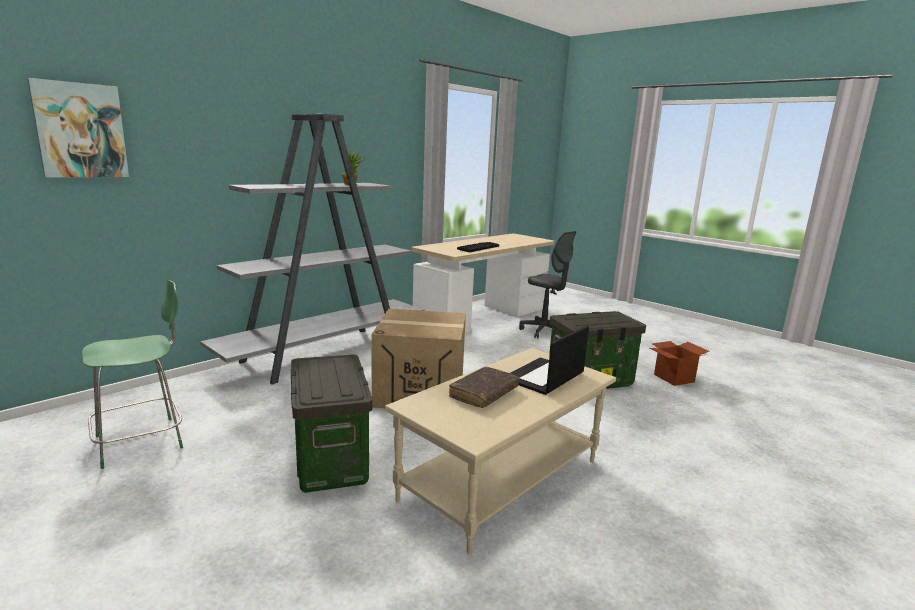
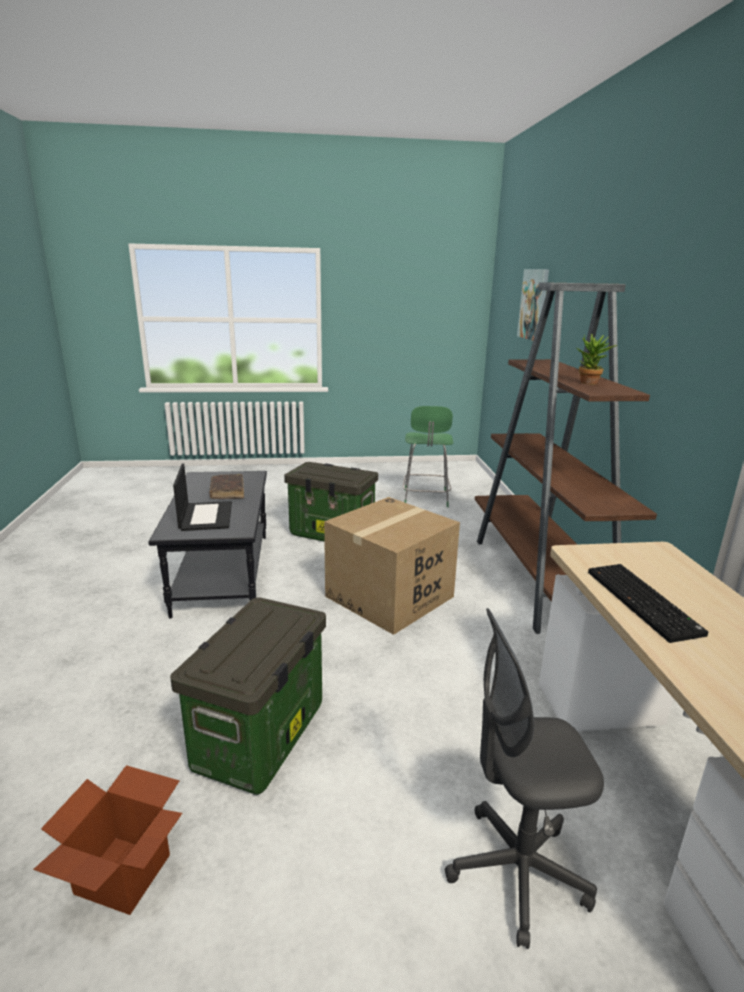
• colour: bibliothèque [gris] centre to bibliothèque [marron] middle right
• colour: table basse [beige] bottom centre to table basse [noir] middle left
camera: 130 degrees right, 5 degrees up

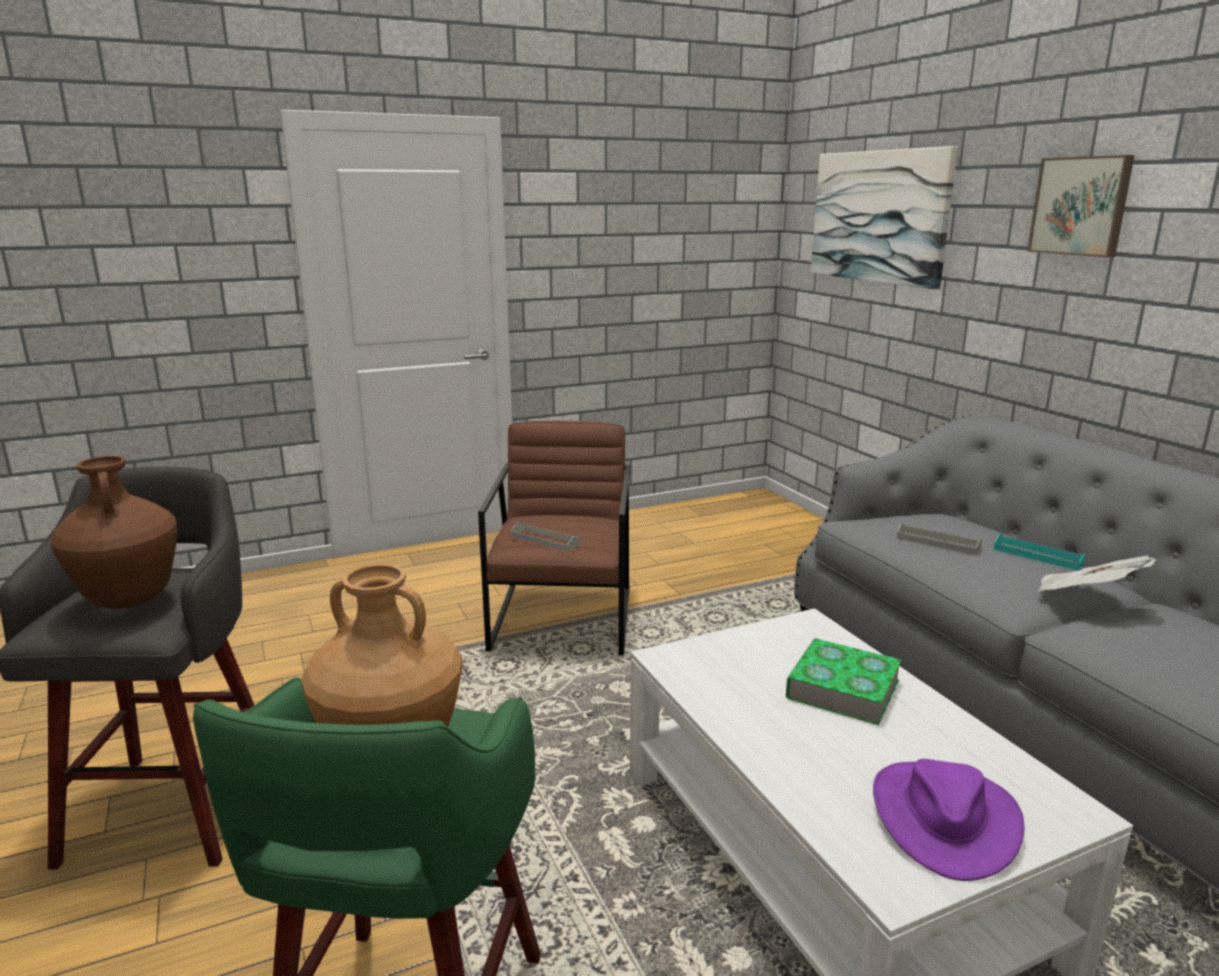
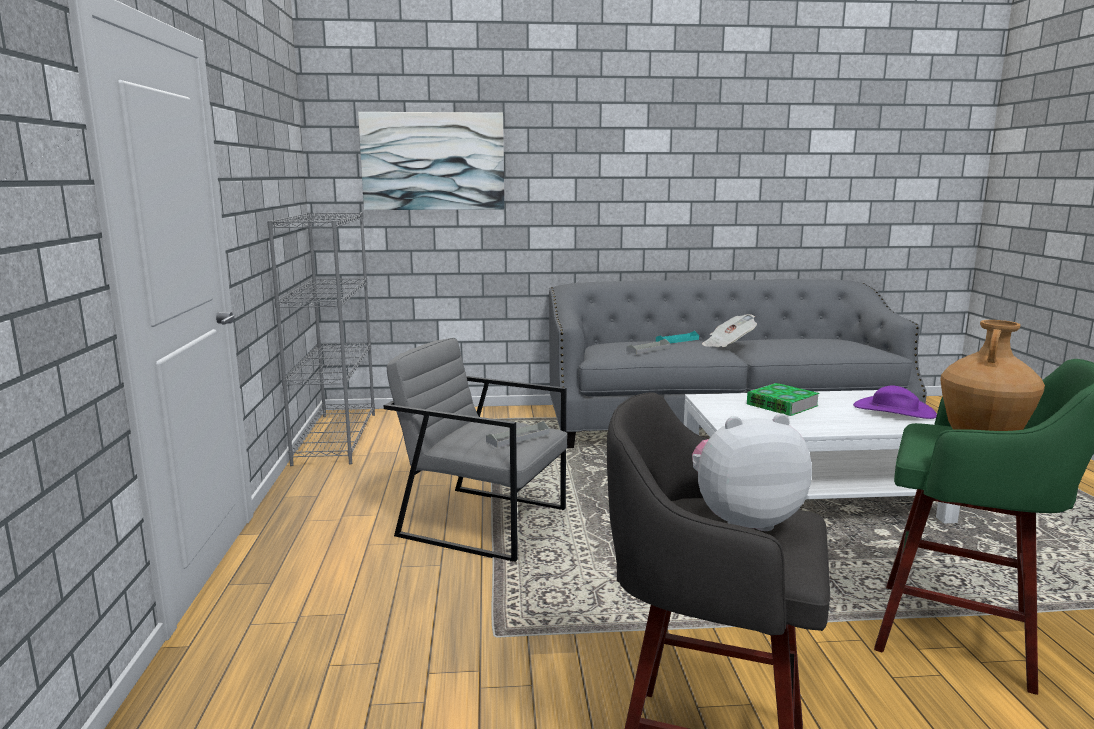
• missing: tableau (no. 2 from left) top right
• appeared: bibliothèque [gris] middle left
• exchanged: vase [marron] (no. 1 from left) middle left to peluche middle right
• colour: fauteuil [marron] centre to fauteuil [gris] centre
camera: 70 degrees left, 5 degrees down

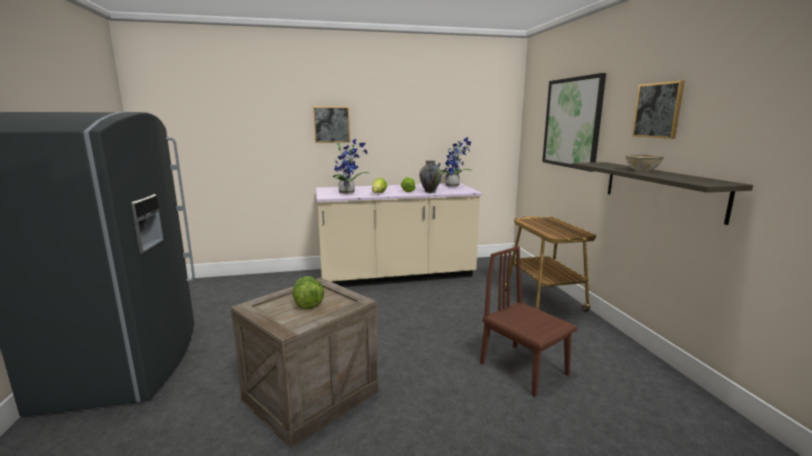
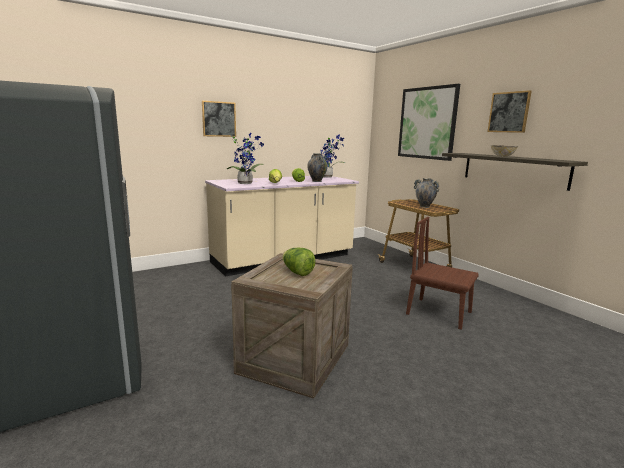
• appeared: vase (no. 2 from left) middle right
camera: 20 degrees left, 0 degrees up

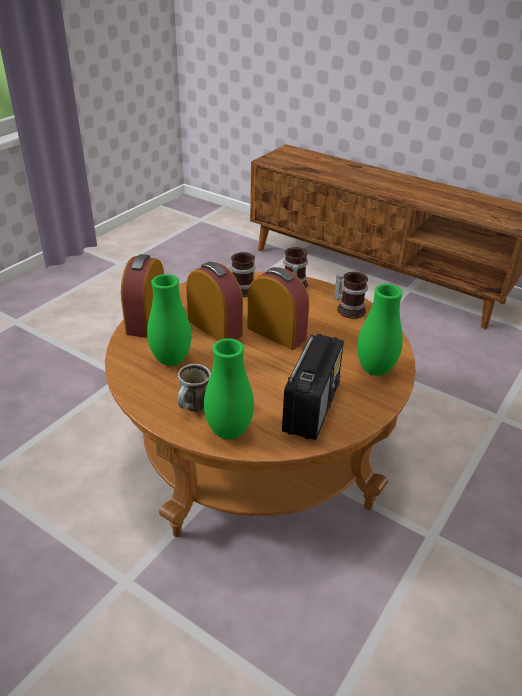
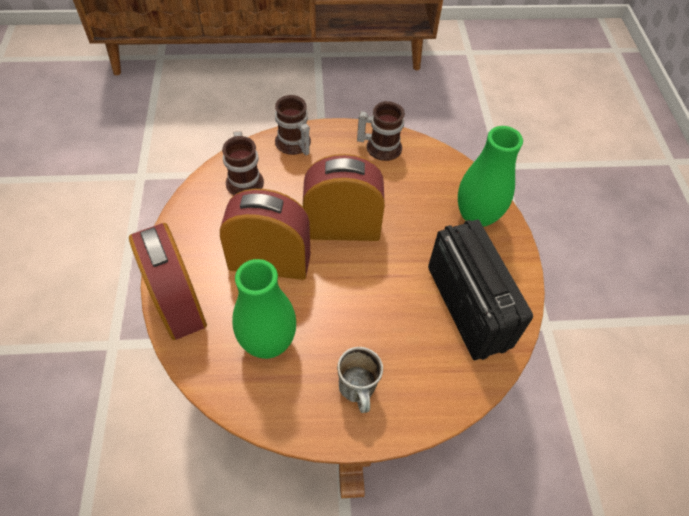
• missing: vase [vert] (no. 2 from left) centre
camera: 40 degrees left, 20 degrees up

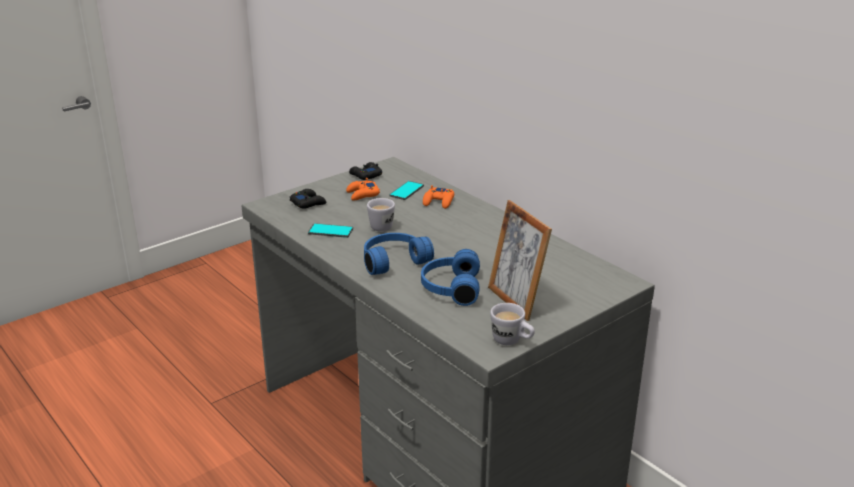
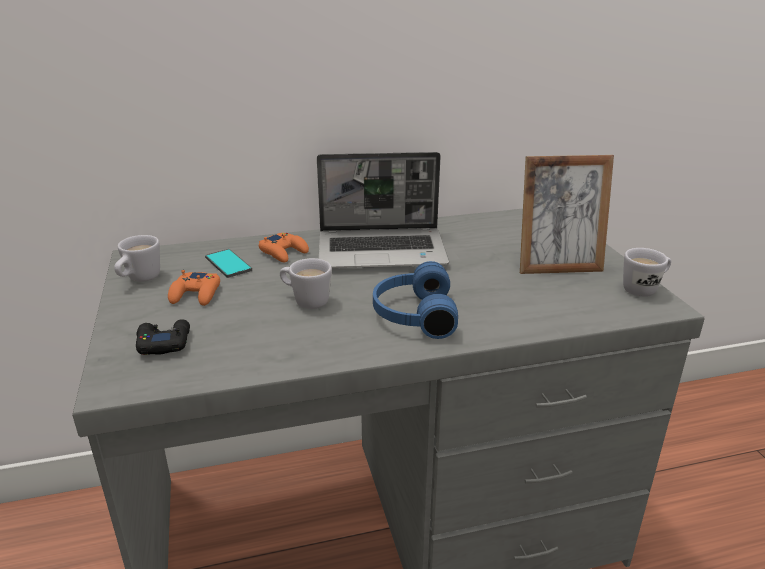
• missing: téléphone (no. 1 from left) centre
• missing: casque audio [bleu] (no. 2 from left) centre
• appeared: ordinateur portable centre
• exchanged: manette [noir] (no. 2 from left) centre to mug [blanc] (no. 1 from left) middle left
camera: 65 degrees left, 0 degrees up

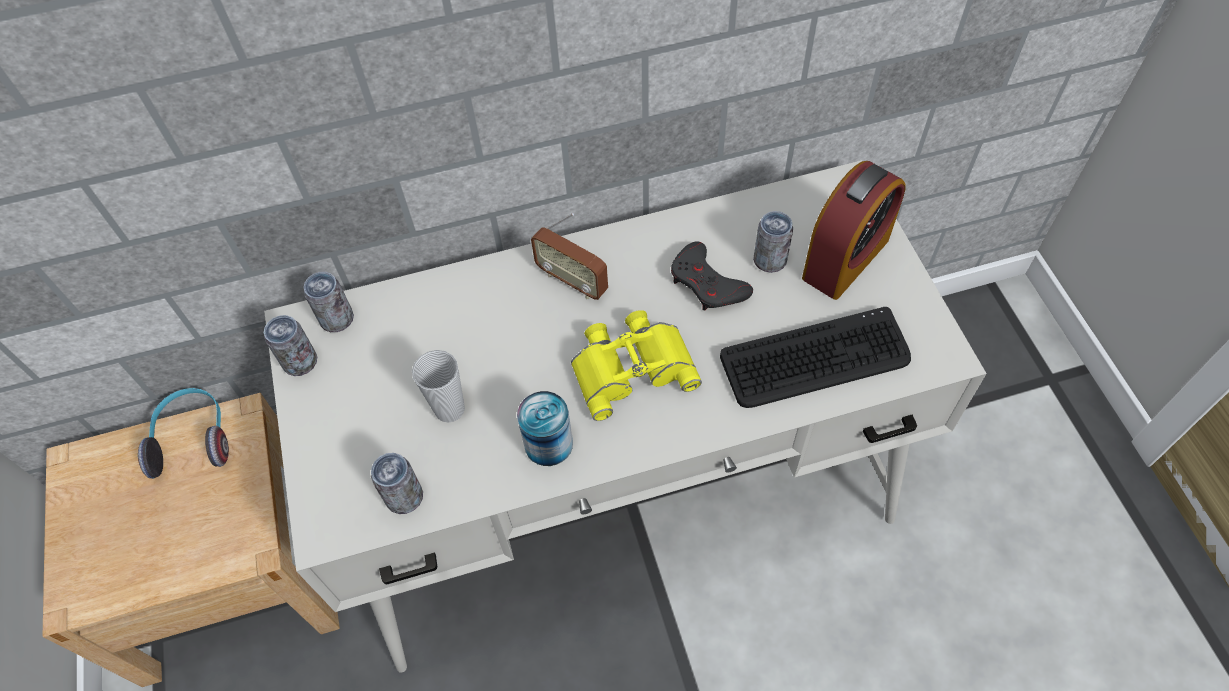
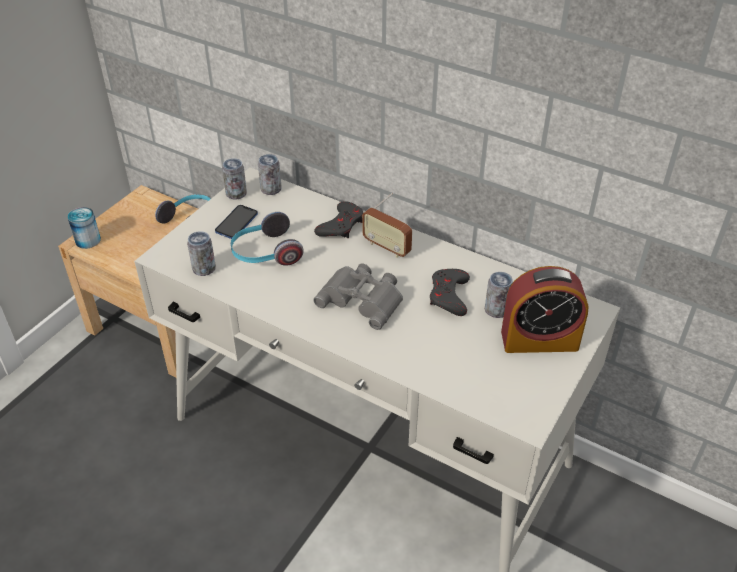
• missing: clavier centre
• appeared: téléphone middle left
• appeared: manette [gris] (no. 1 from left) centre
• relocated: boîte métallique (no. 4 from left in the first image) centre to boîte métallique (no. 1 from left) middle left
• exchanged: tasse centre to casque audio (no. 2 from left) centre
• colour: jumelles [jaune] centre to jumelles [gris] centre
• spun: radio centre = centre 45 degrees counterclockwise
camera: 45 degrees right, 15 degrees down

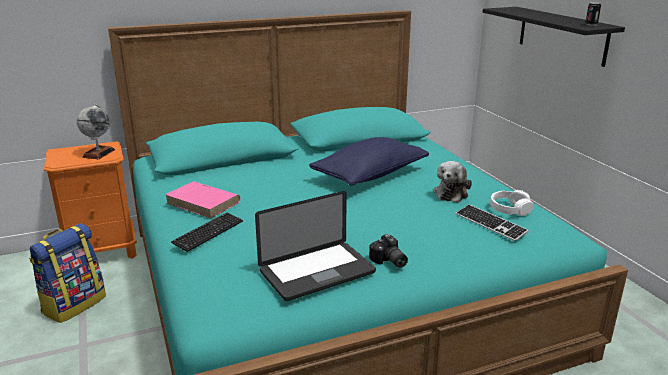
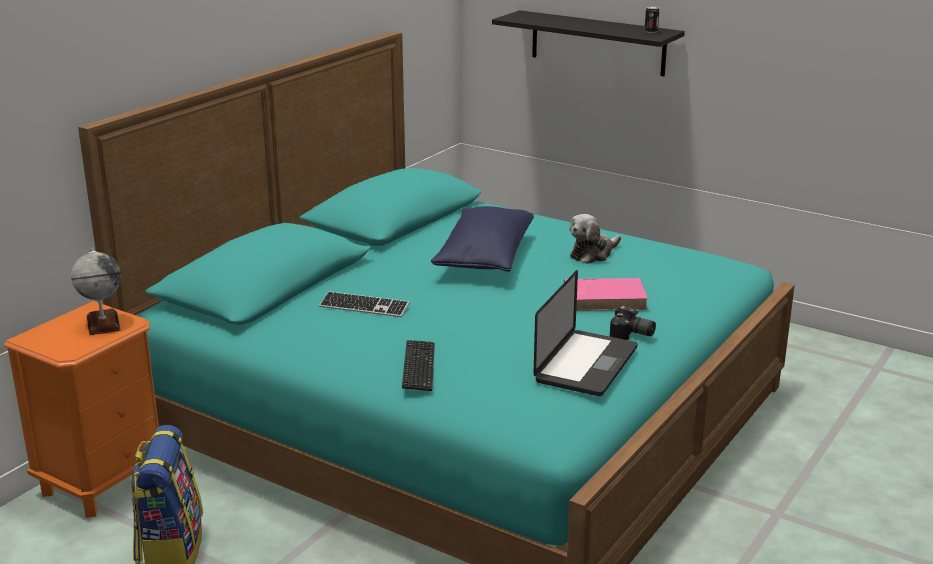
• missing: casque audio [blanc] middle right
• relocated: livre [rose] middle left to centre
• relocated: clavier (no. 2 from left in the first image) middle right to clavier (no. 1 from left) centre
• spun: peluche middle right = centre 60 degrees clockwise
camera: 35 degrees left, 0 degrees up

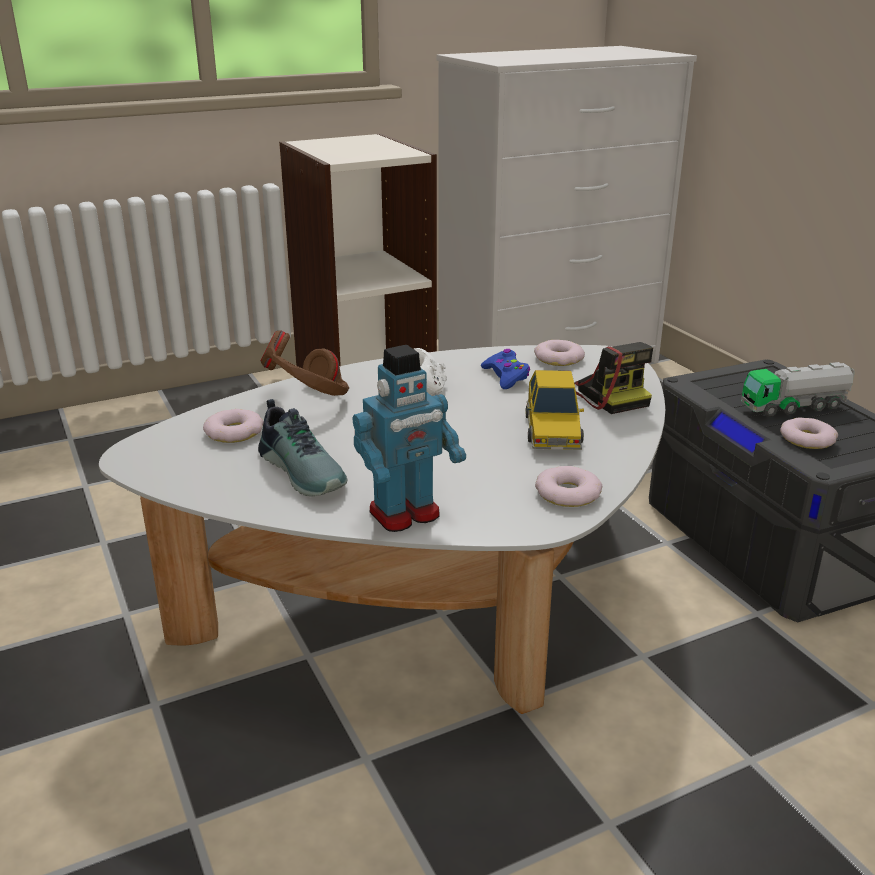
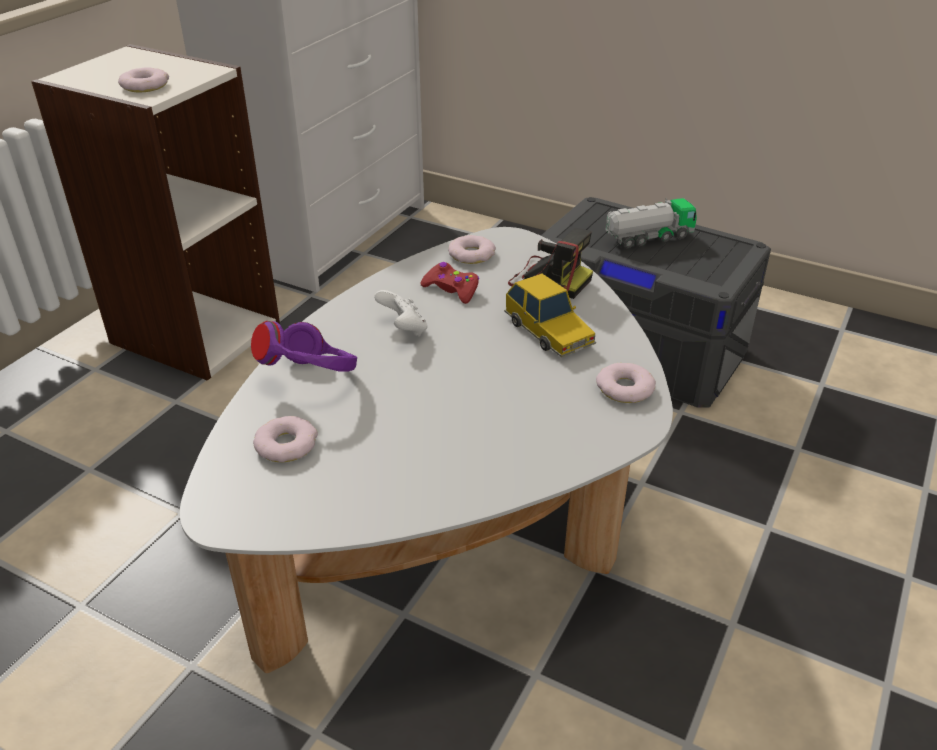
• missing: chaussure centre
• missing: robot jouet centre
• relocated: beignet (no. 4 from left in the first image) middle right to beignet (no. 1 from left) top left
• colour: casque audio [marron] centre to casque audio [violet] middle left
• colour: manette [bleu] centre to manette [rouge] centre
• spun: camion jouet middle right = top right 150 degrees counterclockwise
camera: 35 degrees left, 10 degrees up

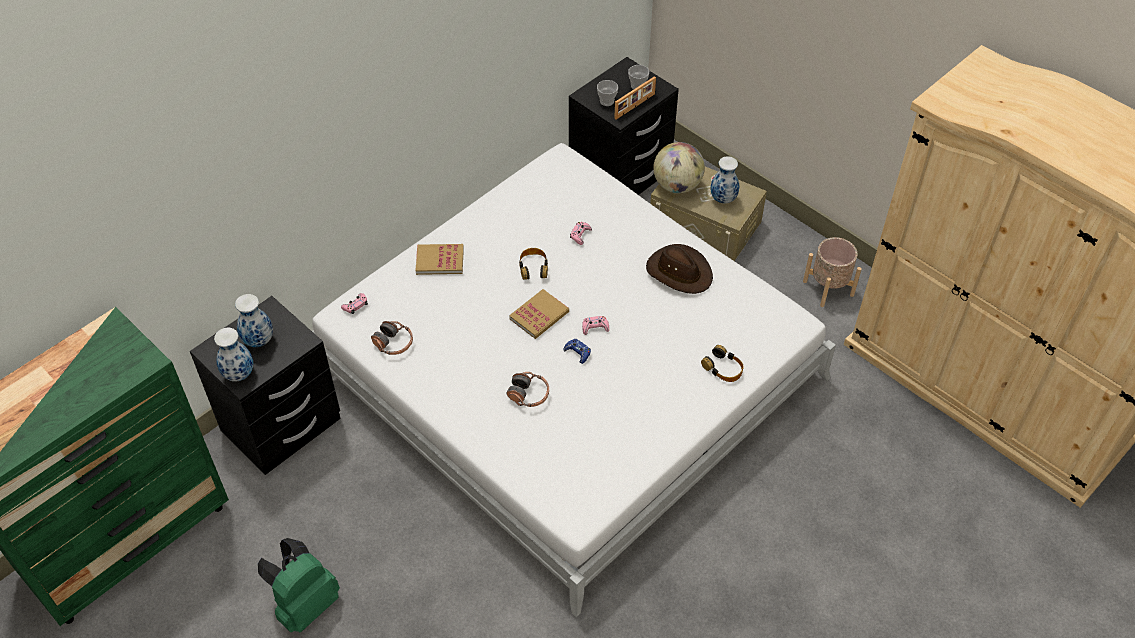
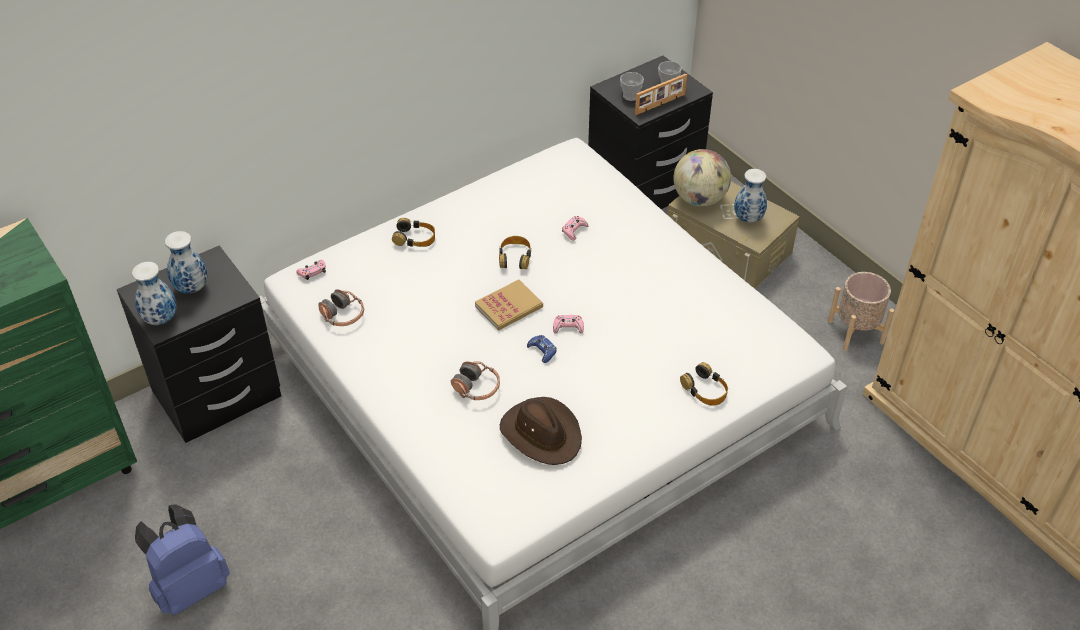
• relocated: chapeau [marron] centre to bottom centre
• exchanged: livre (no. 1 from left) centre to casque audio (no. 2 from left) centre
• colour: sac à dos [vert] bottom left to sac à dos [bleu] bottom left
camera: 10 degrees right, 5 degrees down

